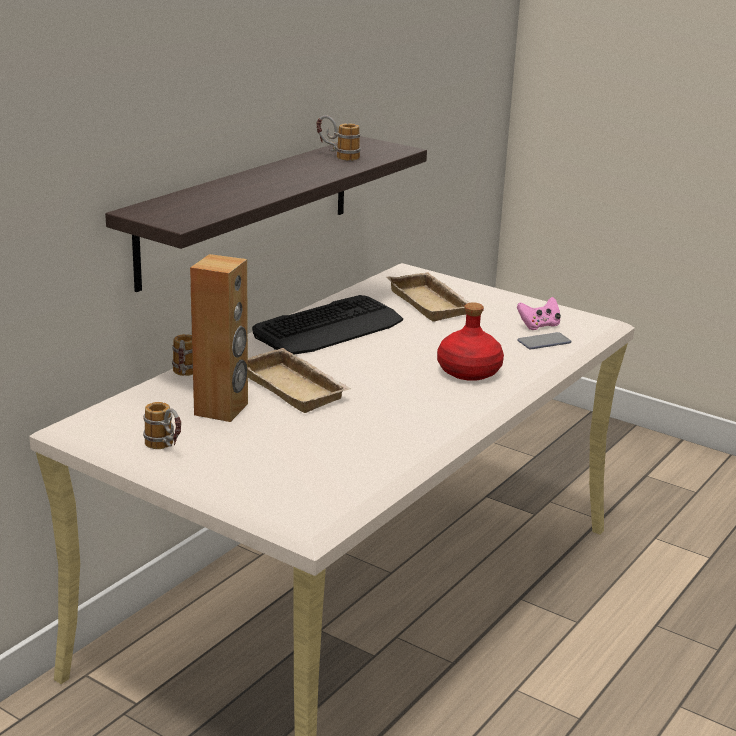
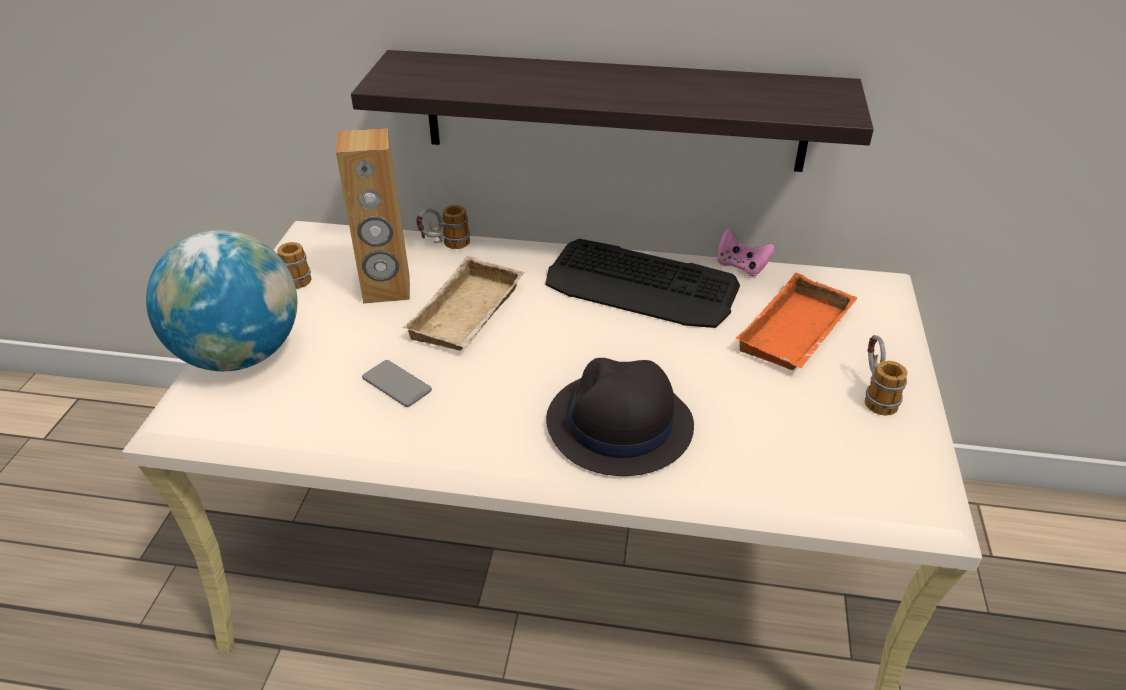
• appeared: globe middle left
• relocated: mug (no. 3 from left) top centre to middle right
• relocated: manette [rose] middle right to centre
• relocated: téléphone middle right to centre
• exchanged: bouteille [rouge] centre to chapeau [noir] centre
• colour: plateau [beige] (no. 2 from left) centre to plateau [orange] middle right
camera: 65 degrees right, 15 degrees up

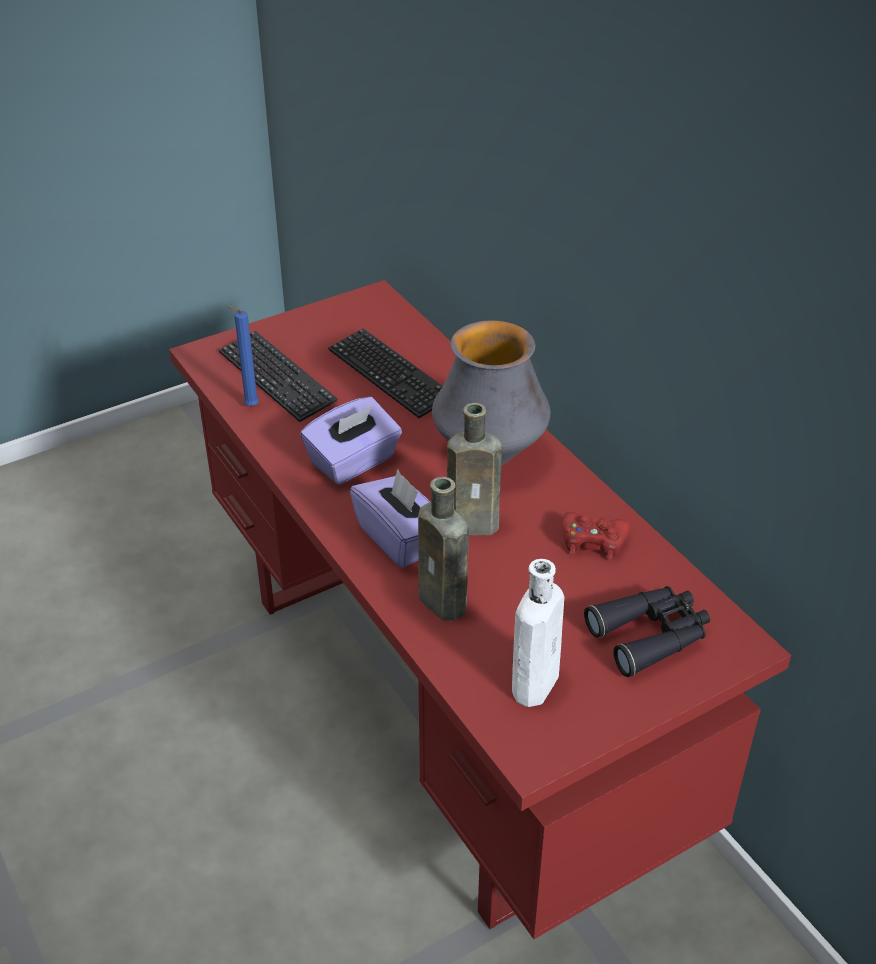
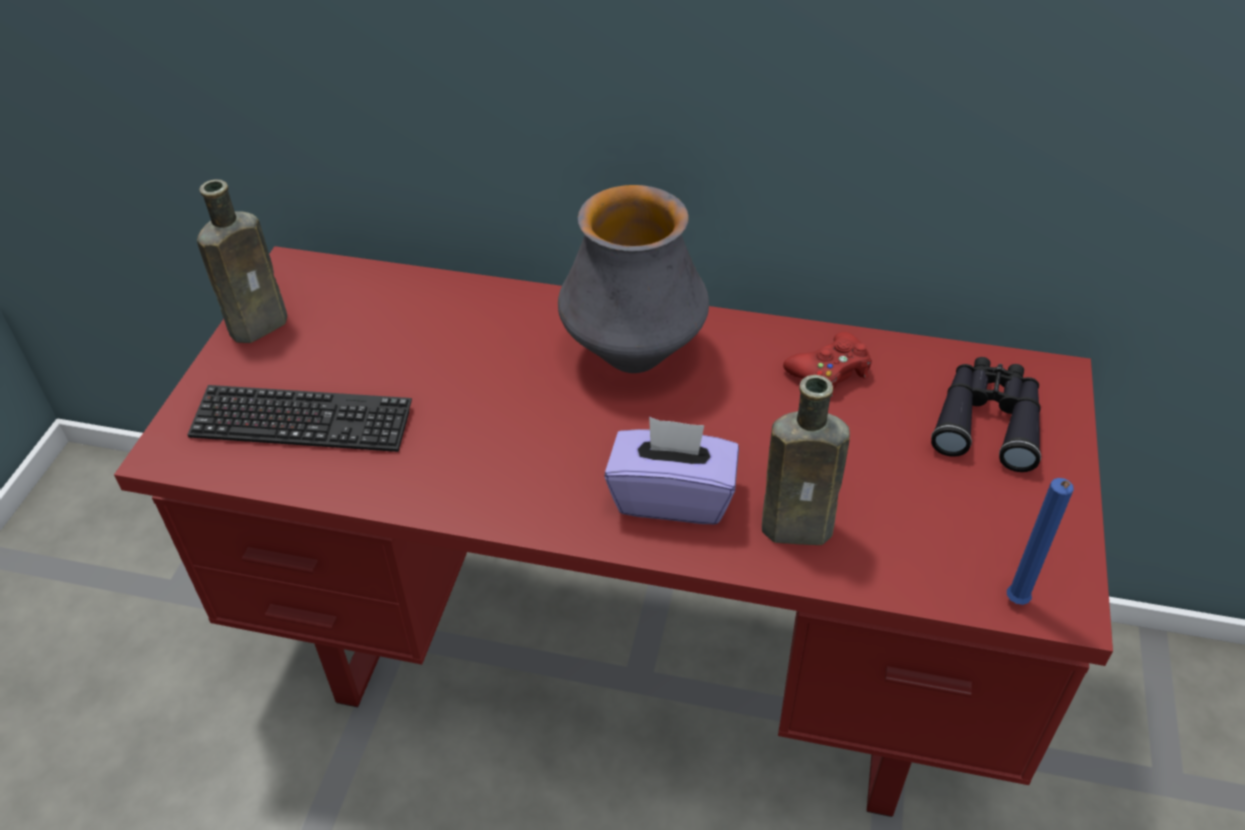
• missing: boîte à mouchoirs [violet] (no. 1 from left) centre
• missing: clavier (no. 2 from left) centre
• missing: bouteille [blanc] centre
• relocated: bougie [bleu] middle left to middle right
• relocated: bouteille [marron] (no. 2 from left in the first image) centre to bouteille [marron] (no. 1 from left) top left
camera: 45 degrees left, 5 degrees up

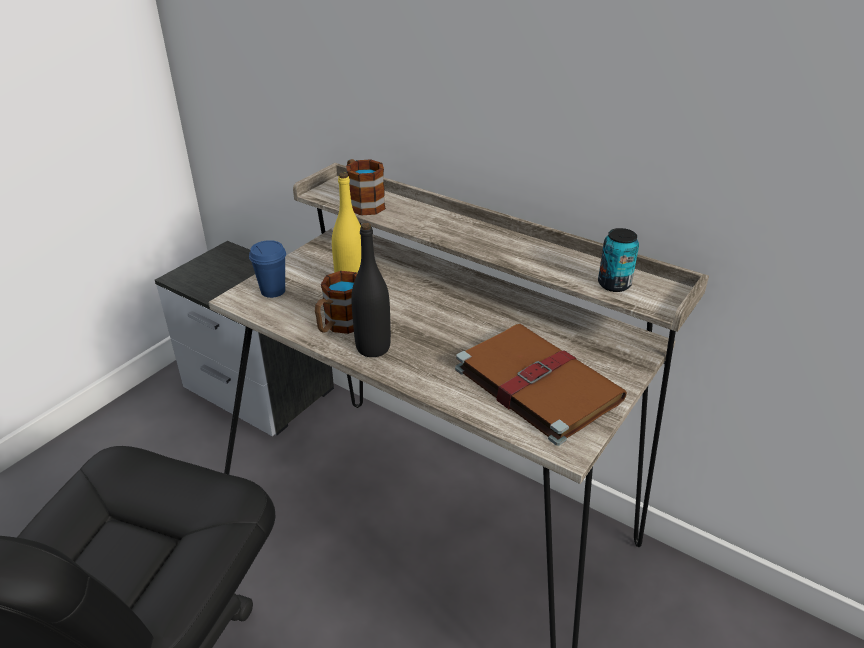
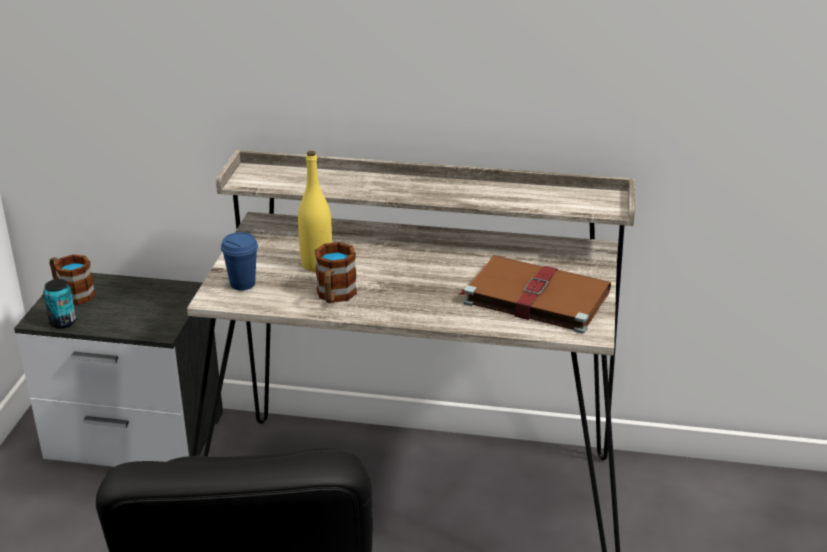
• missing: bouteille [noir] centre
• relocated: mug (no. 2 from left in the first image) top centre to mug (no. 1 from left) middle left
• relocated: boîte métallique middle right to middle left
camera: 25 degrees left, 5 degrees down

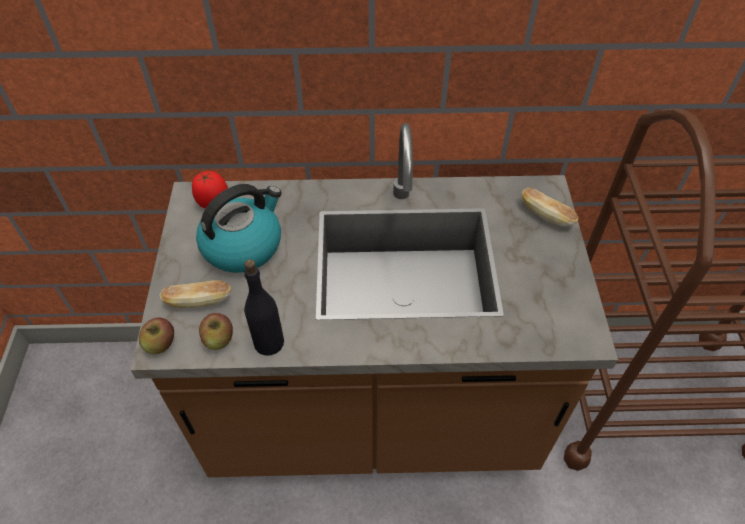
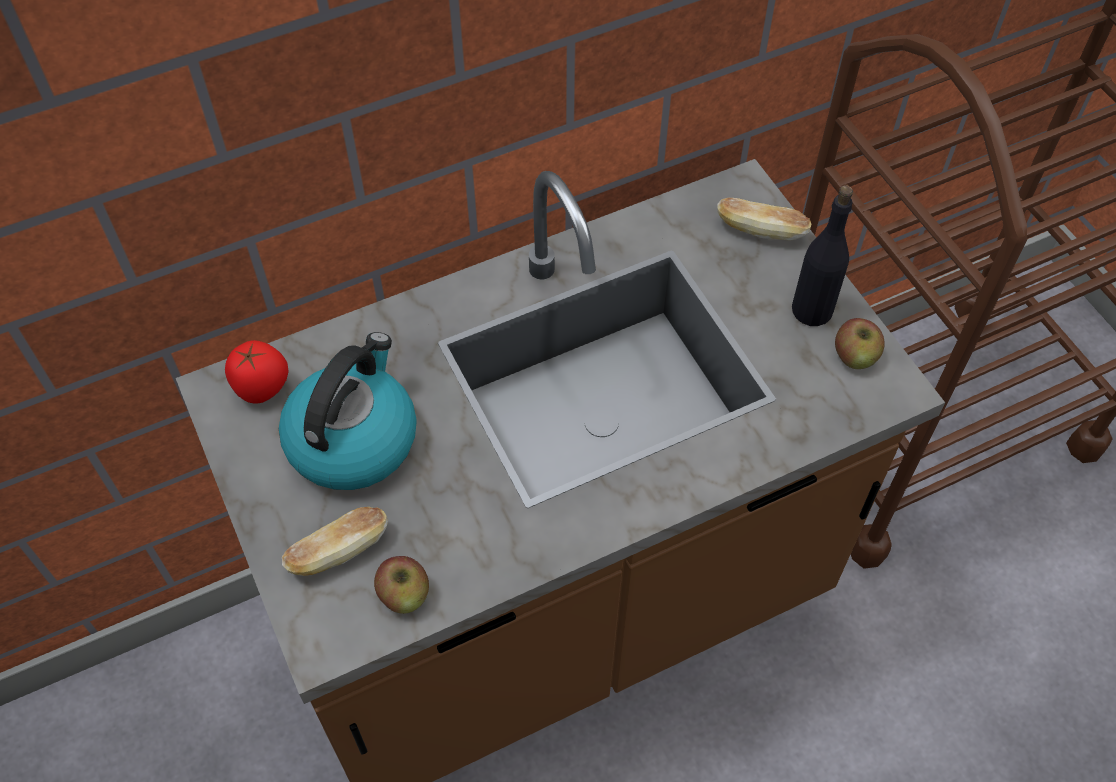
• relocated: pomme (no. 1 from left in the first image) middle left to pomme (no. 2 from left) middle right
• relocated: bouteille [noir] centre to top right
camera: 25 degrees left, 5 degrees up

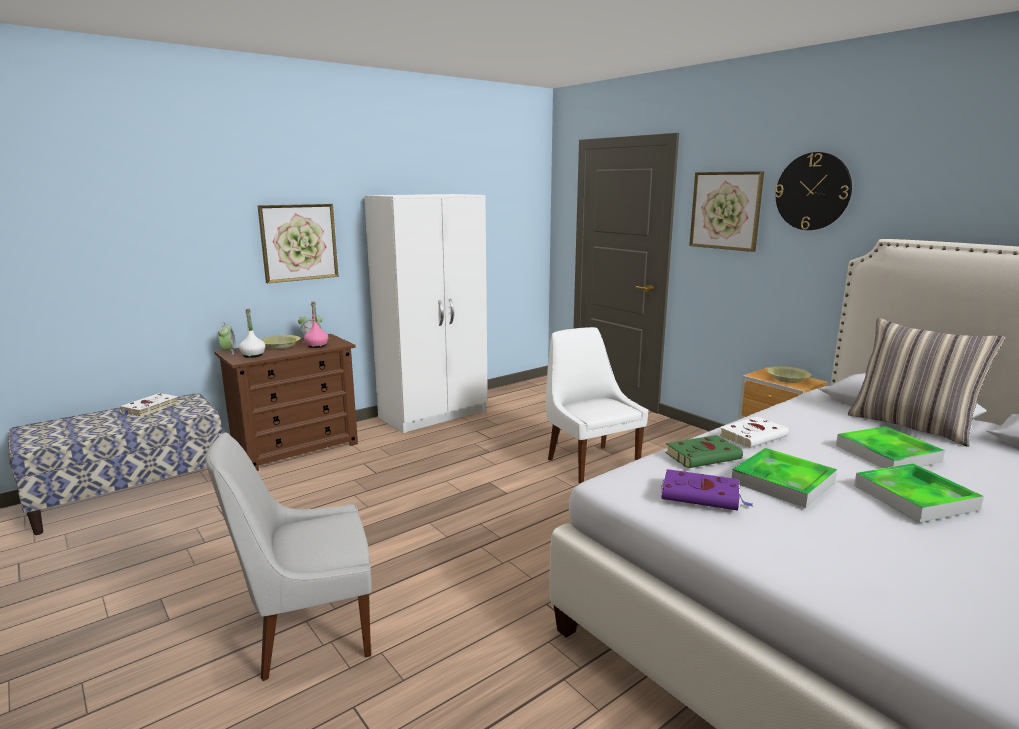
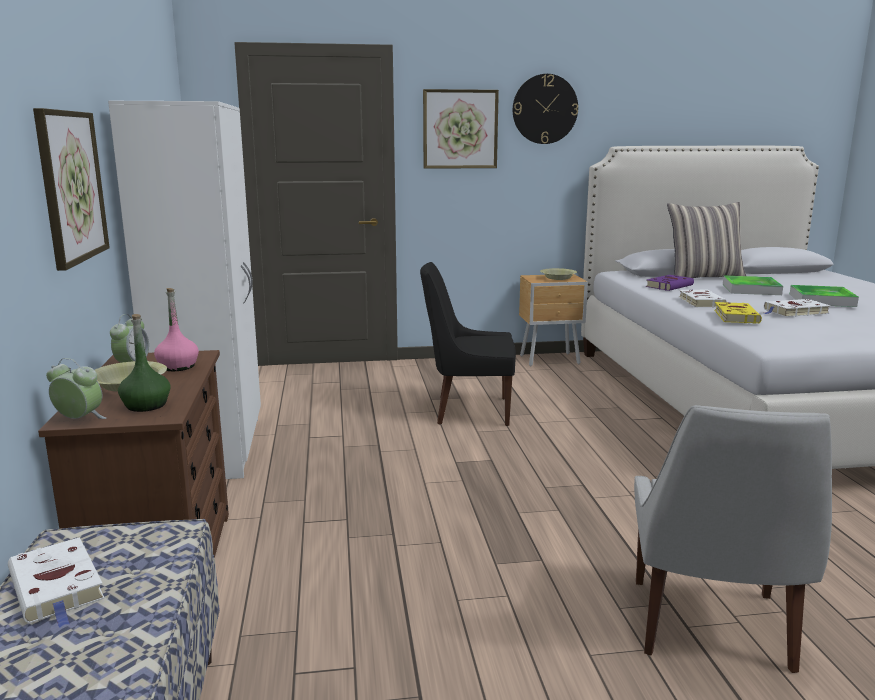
• relocated: livre [violet] bottom right to middle right
• exchanged: plateau (no. 1 from left) middle right to livre [blanc] (no. 3 from left) middle right
• colour: bouteille [blanc] middle left to bouteille [vert] middle left
• colour: chaise [blanc] (no. 2 from left) centre to chaise [noir] centre
• colour: livre [vert] middle right to livre [jaune] middle right
camera: 60 degrees left, 0 degrees up

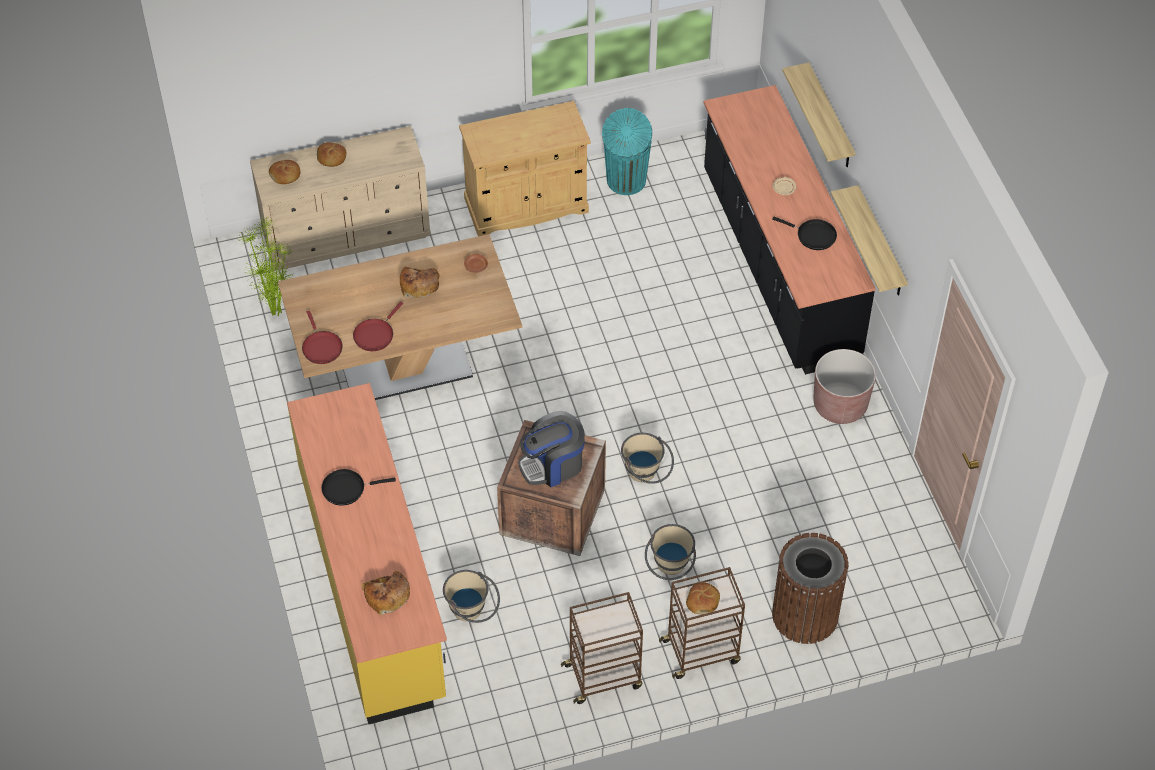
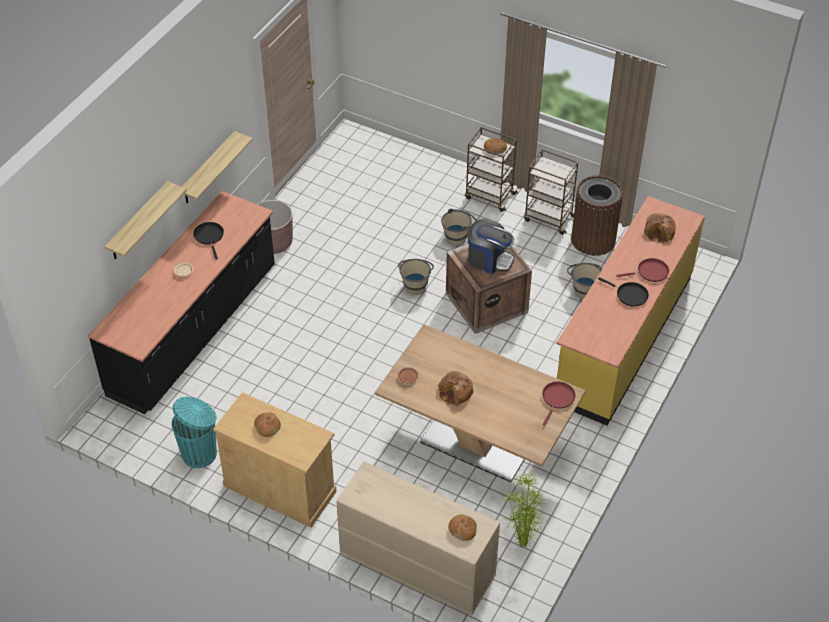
• relocated: pain (no. 2 from left in the first image) top left to pain (no. 1 from left) bottom left
• relocated: poêle [rouge] (no. 2 from left) middle left to middle right
• relocated: poubelle [marron] bottom right to middle right
camera: 135 degrees left, 5 degrees down

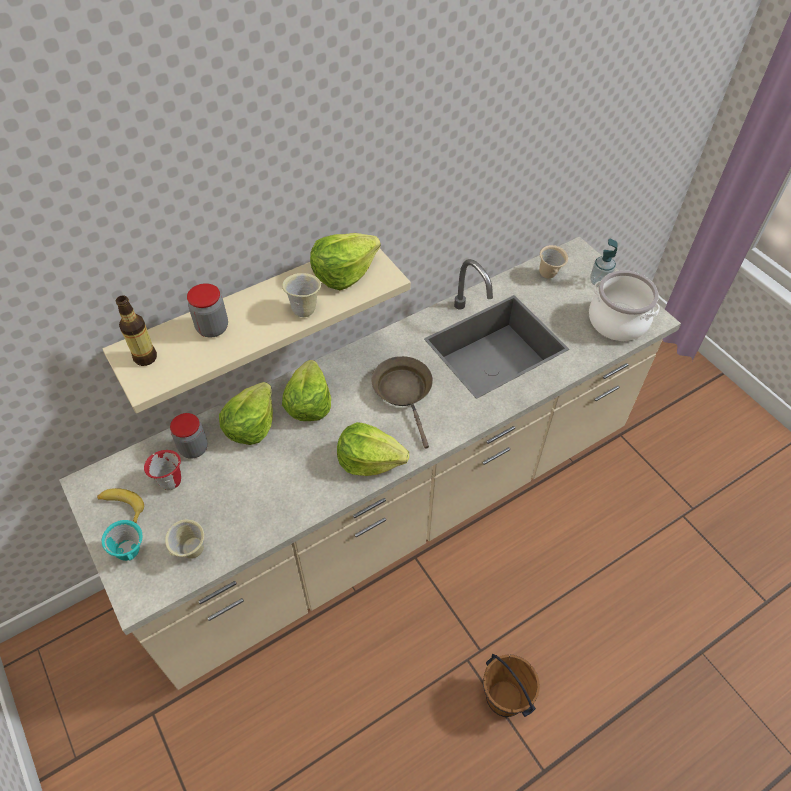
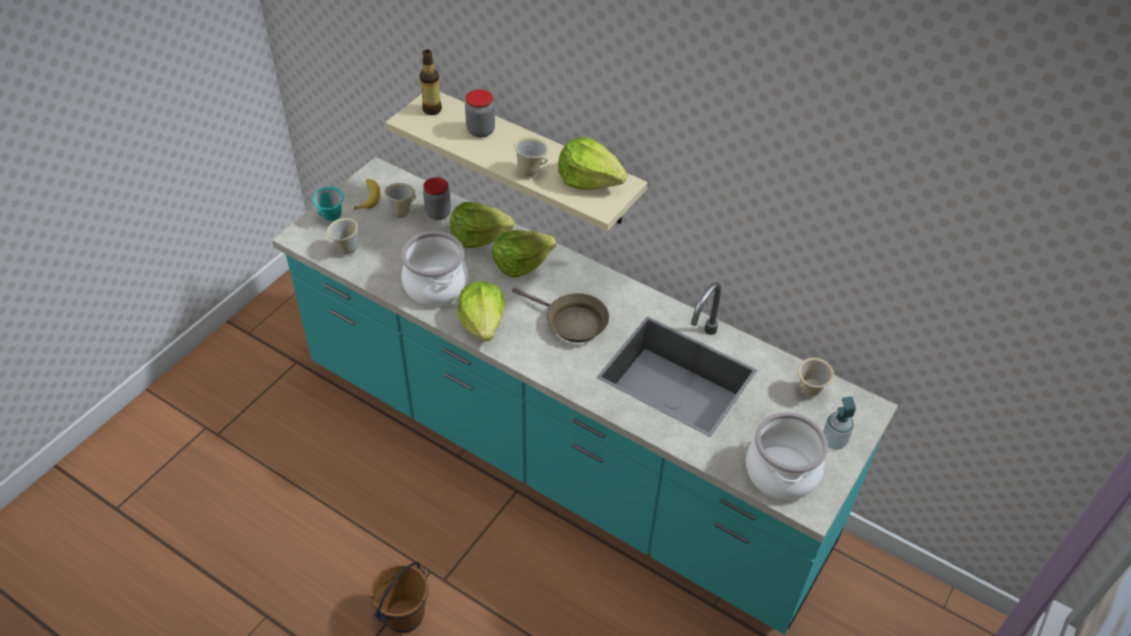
• appeared: marmite (no. 1 from left) centre
• colour: comptoir de cuisine [beige] centre to comptoir de cuisine [turquoise] centre
• colour: mug [rouge] middle left to mug [beige] (no. 2 from left) top centre
• spun: poêle [marron] centre = centre 75 degrees clockwise
camera: 65 degrees right, 5 degrees down

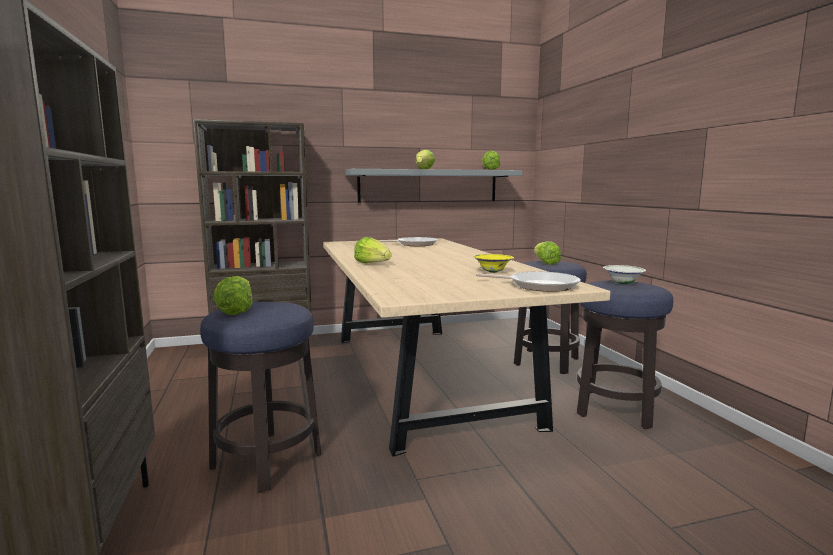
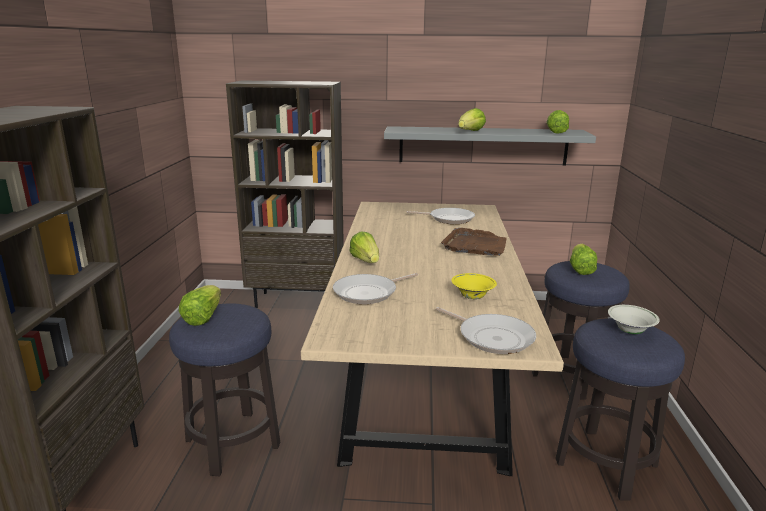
• appeared: poêle (no. 1 from left) centre
• appeared: plateau [marron] centre
camera: 20 degrees right, 10 degrees up

